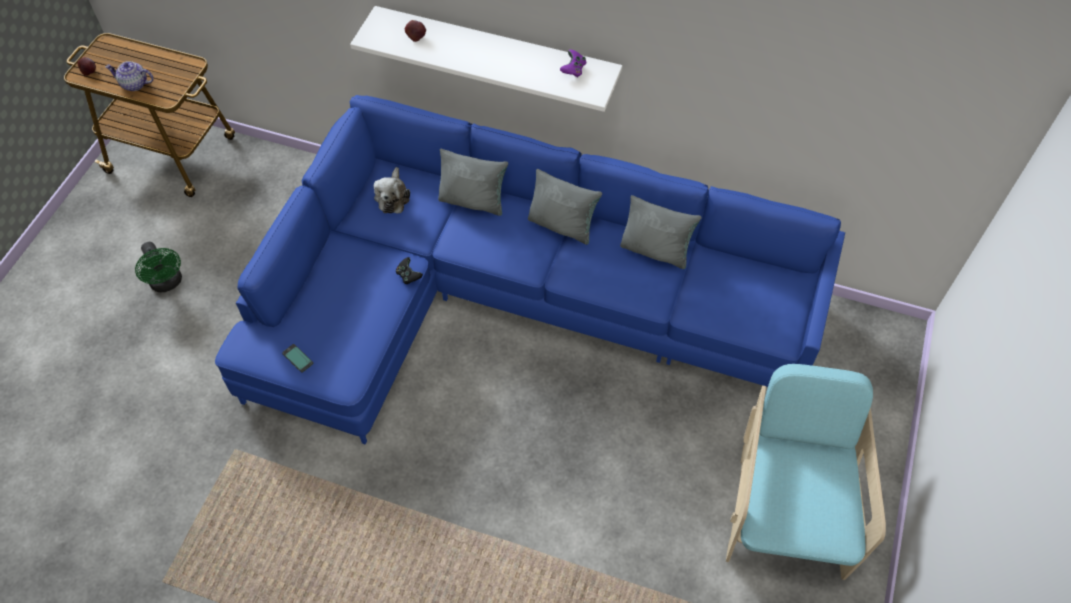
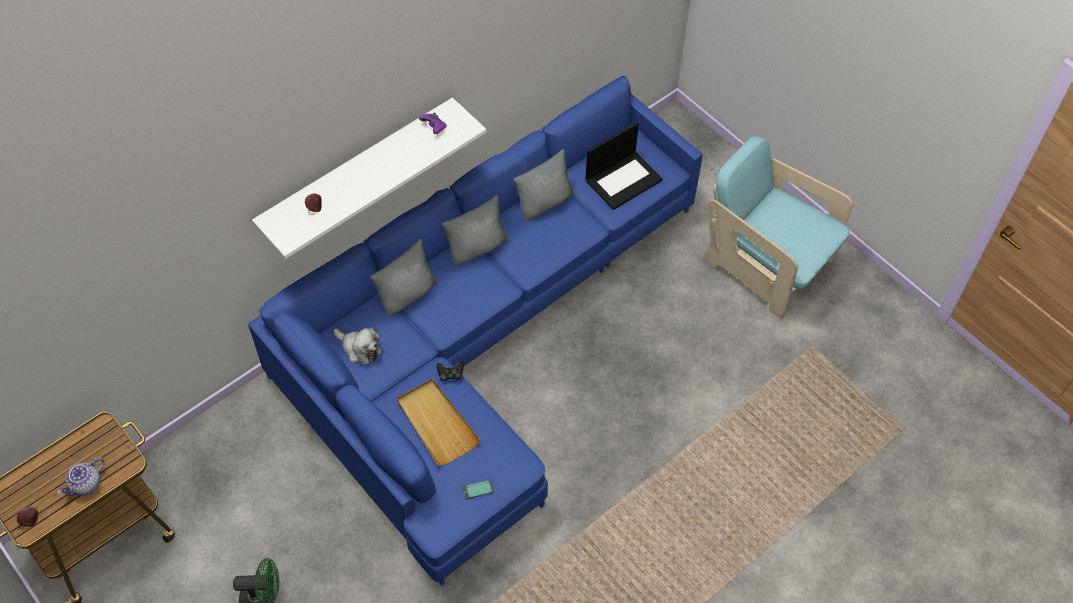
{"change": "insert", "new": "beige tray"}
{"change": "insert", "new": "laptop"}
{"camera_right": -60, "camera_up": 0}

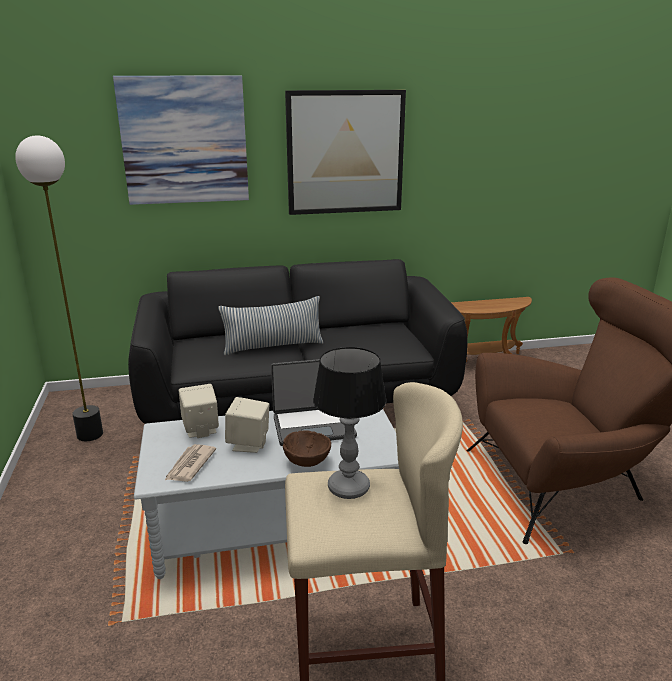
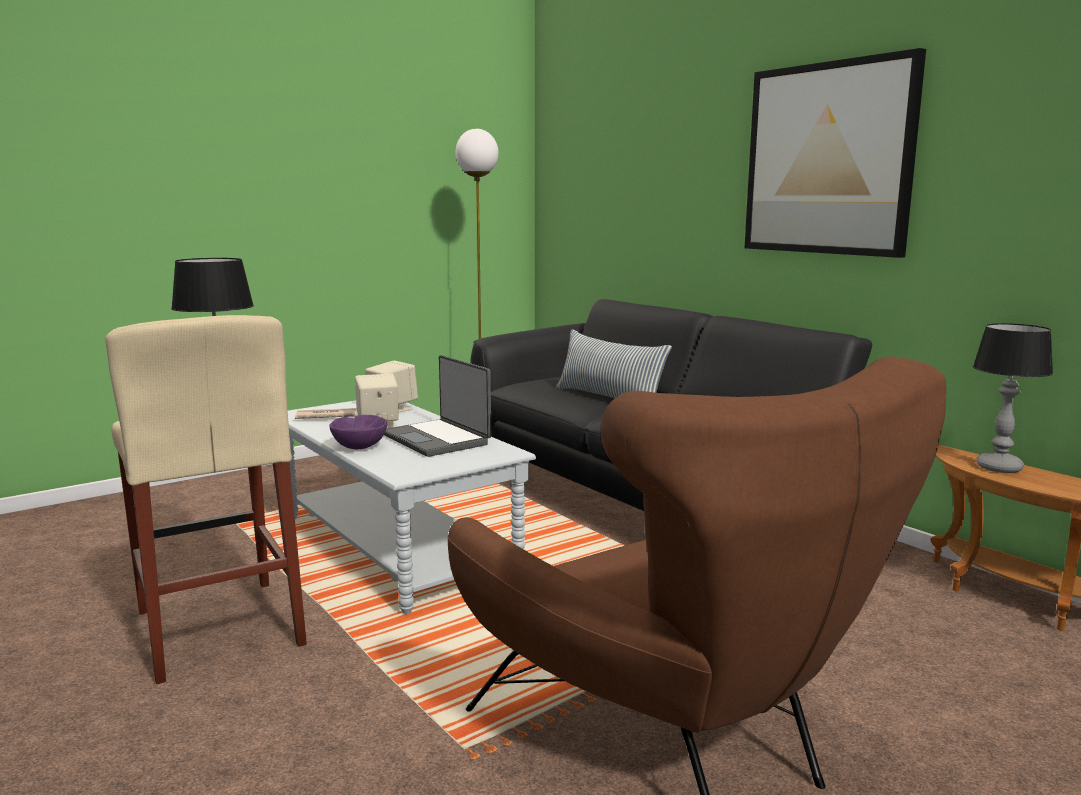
{"change": "delete", "old": "picture (1st from left)"}
{"change": "recolor", "old": "brown bowl", "new": "purple bowl"}
{"change": "insert", "new": "table lamp (2nd from left)"}
{"camera_right": 65, "camera_up": -10}

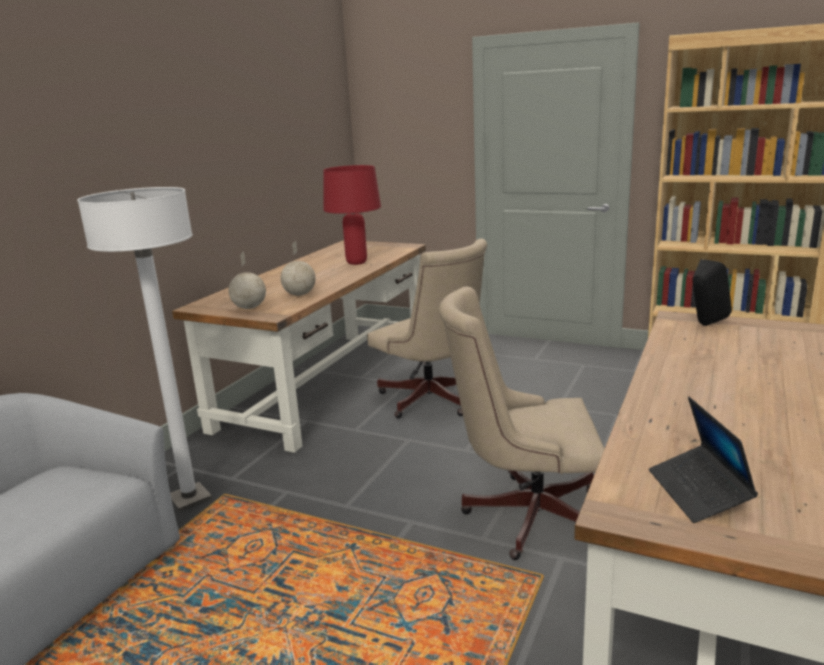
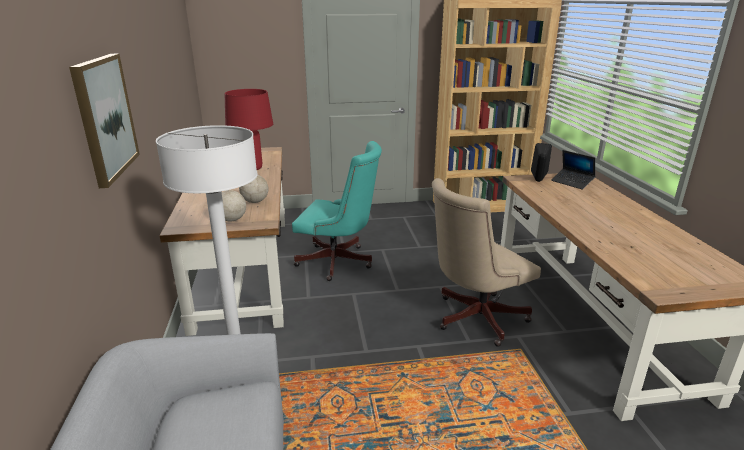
{"change": "recolor", "old": "beige office chair (1st from left)", "new": "turquoise office chair"}
{"change": "move", "old": "laptop"}
{"change": "insert", "new": "picture"}
{"camera_right": -35, "camera_up": 5}

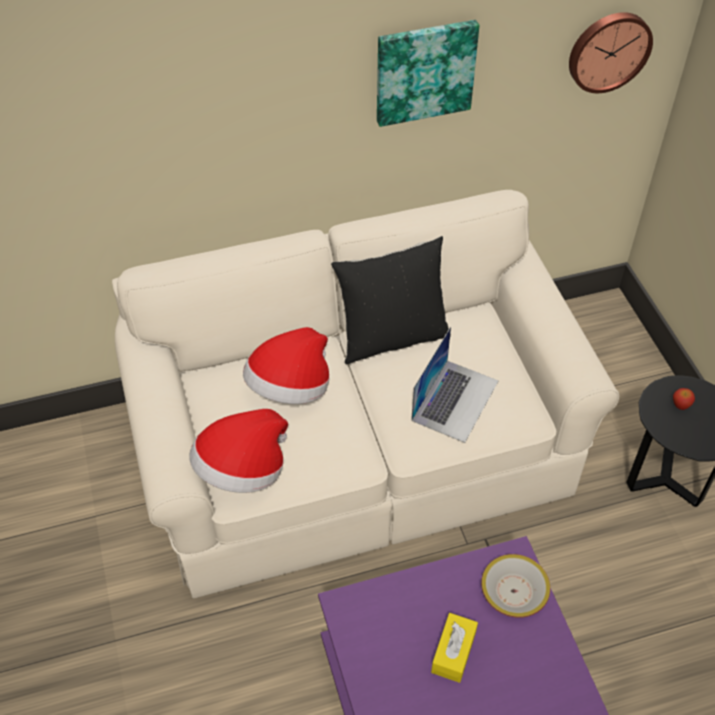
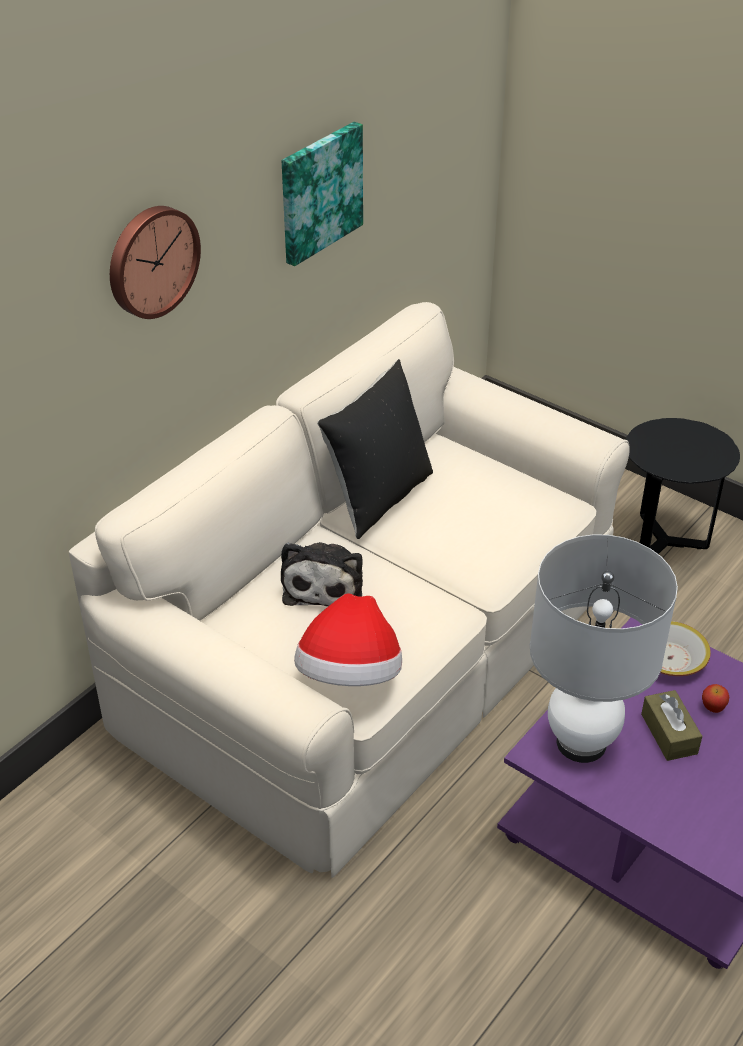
{"change": "replace", "old": "hat (2nd from left)", "new": "plush toy"}
{"change": "delete", "old": "laptop"}
{"change": "recolor", "old": "yellow tissue box", "new": "brown tissue box"}
{"change": "move", "old": "wall clock"}
{"change": "move", "old": "apple"}
{"change": "insert", "new": "white table lamp"}
{"camera_right": -35, "camera_up": -10}

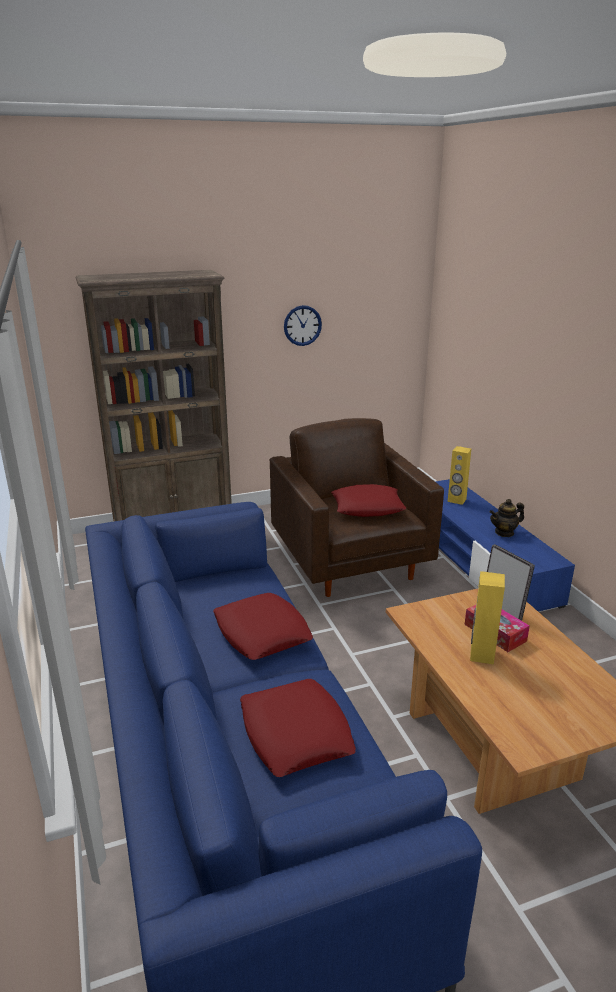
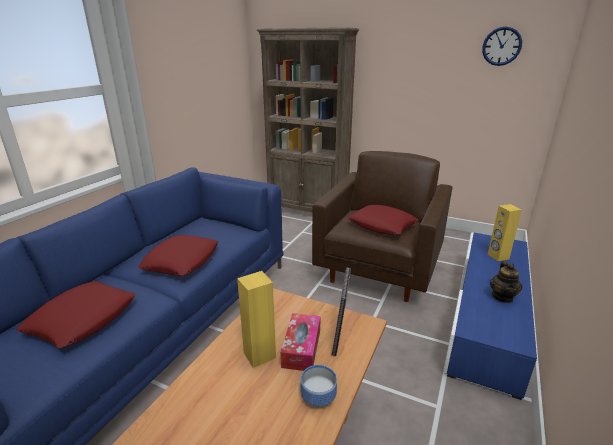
{"change": "move", "old": "wall clock"}
{"change": "rotate", "old": "teapot", "degrees": -105}
{"change": "insert", "new": "bowl"}
{"camera_right": 45, "camera_up": 0}

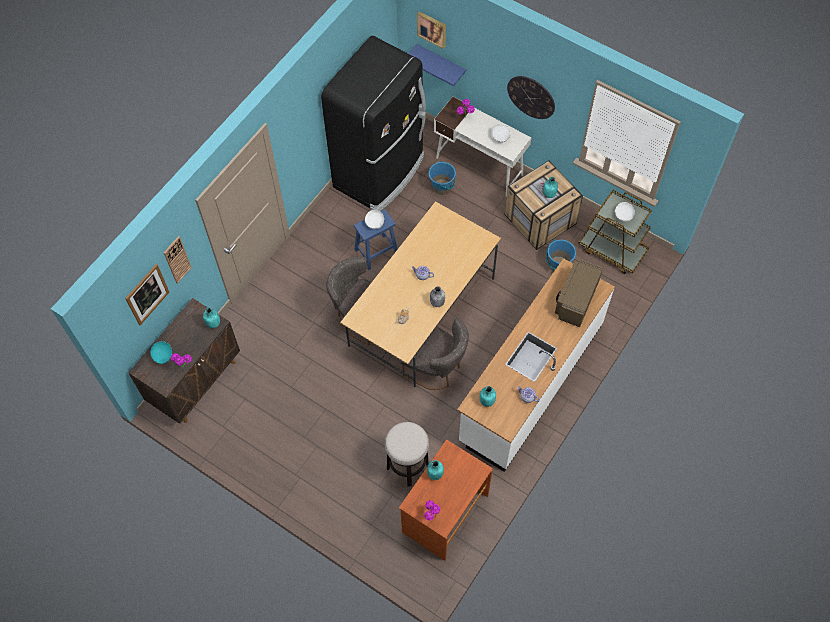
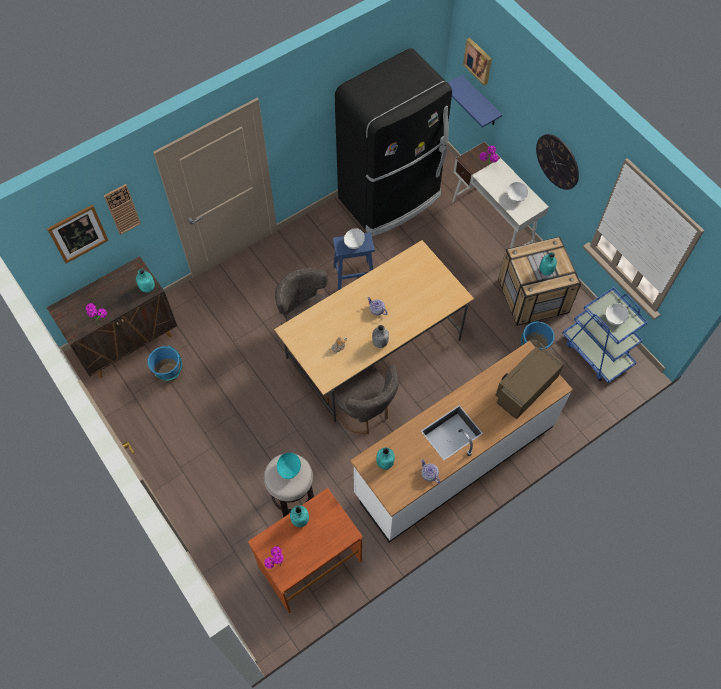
{"change": "move", "old": "turquoise bowl"}
{"change": "move", "old": "blue bucket (1st from left)"}
{"change": "recolor", "old": "brown cart", "new": "blue cart"}
{"camera_right": 20, "camera_up": 0}

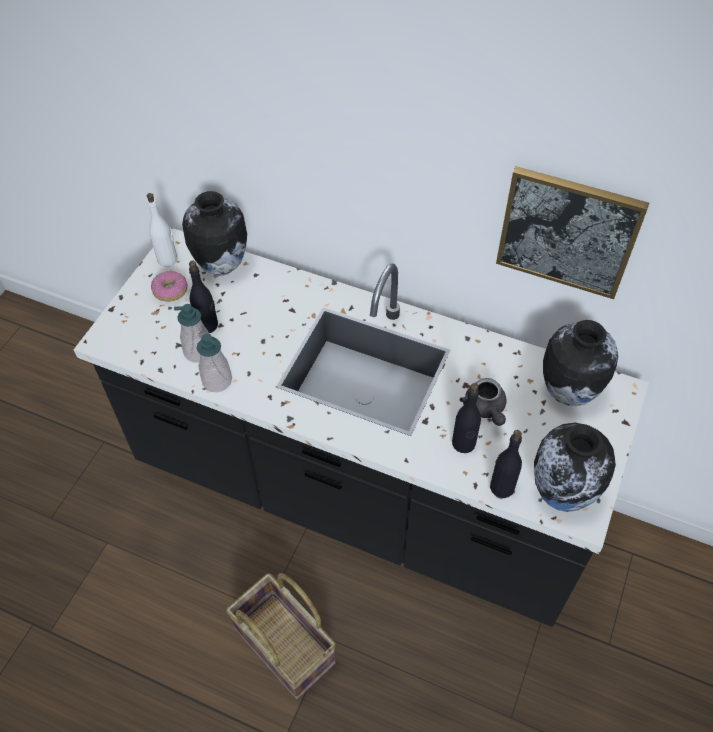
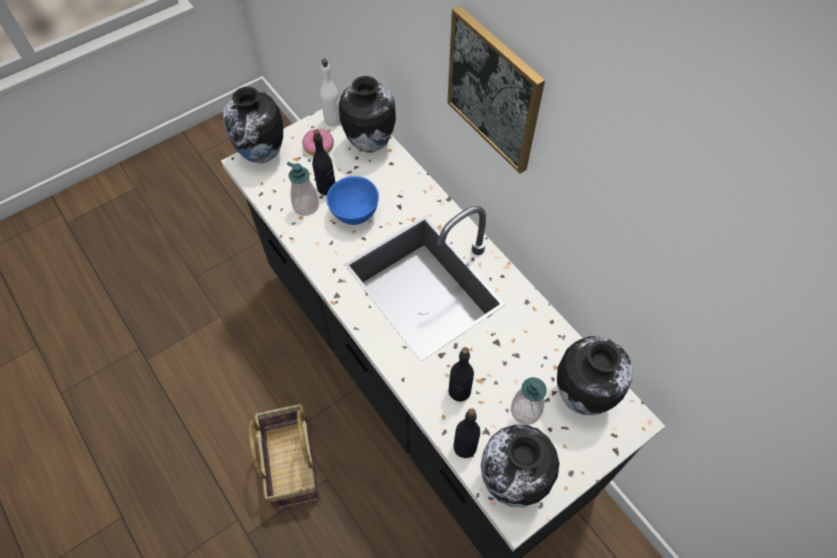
{"change": "move", "old": "soap dispenser (2nd from left)"}
{"change": "delete", "old": "grey teapot"}
{"change": "move", "old": "picture"}
{"change": "insert", "new": "vase (1st from left)"}
{"change": "insert", "new": "blue bowl"}
{"camera_right": 30, "camera_up": 5}

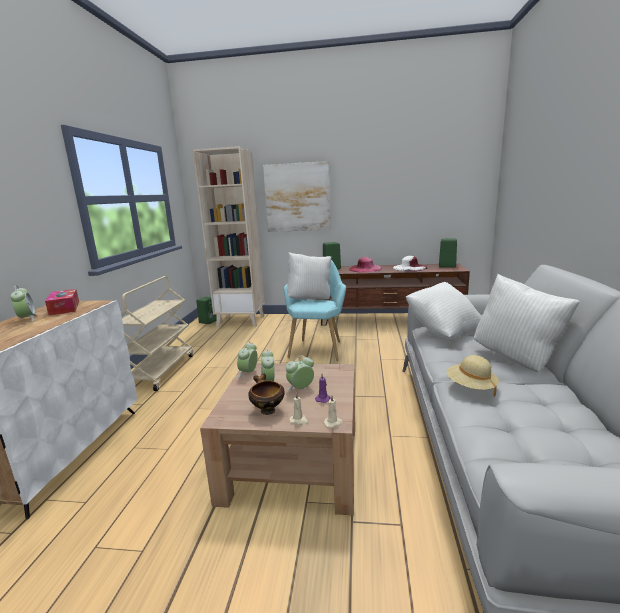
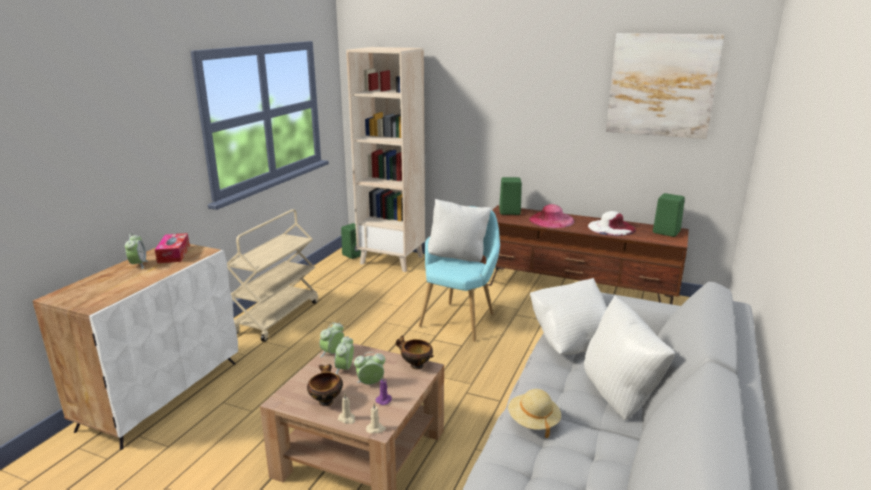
{"change": "move", "old": "picture"}
{"change": "insert", "new": "bowl (2nd from left)"}
{"camera_right": 15, "camera_up": 5}

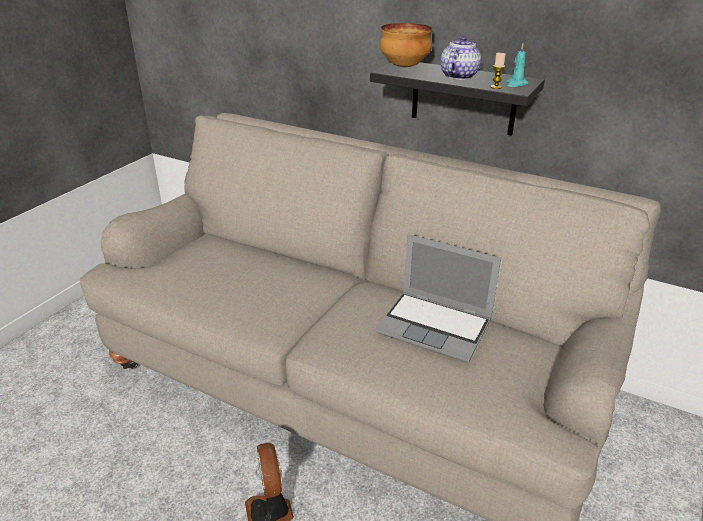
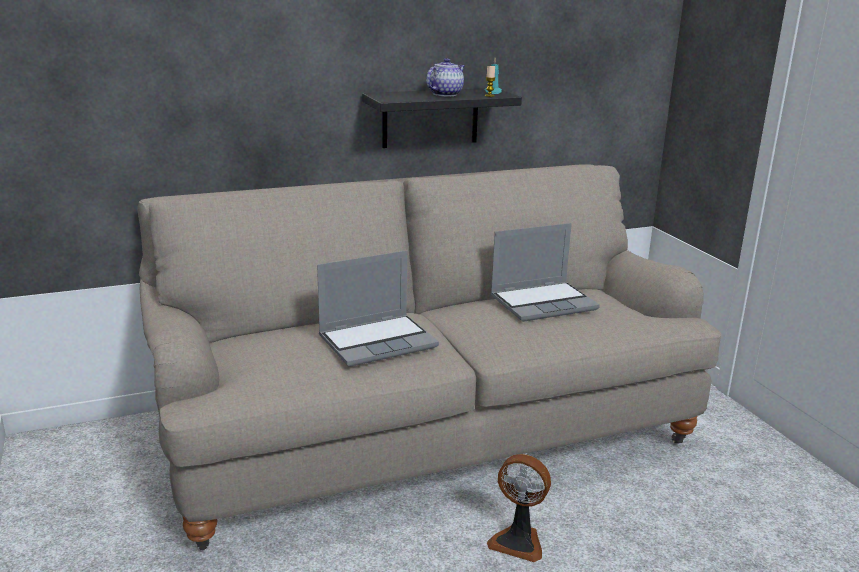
{"change": "delete", "old": "bowl"}
{"change": "rotate", "old": "teapot", "degrees": 60}
{"change": "insert", "new": "laptop (1st from left)"}
{"camera_right": -50, "camera_up": -10}

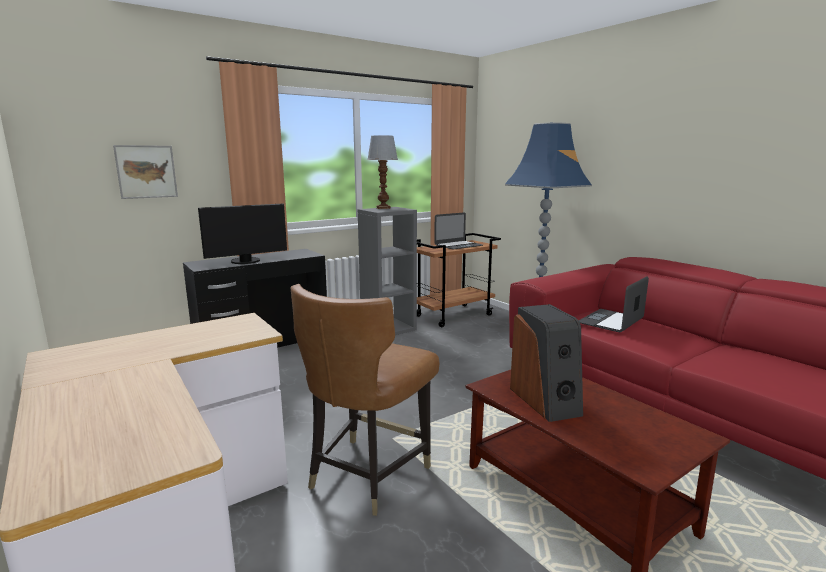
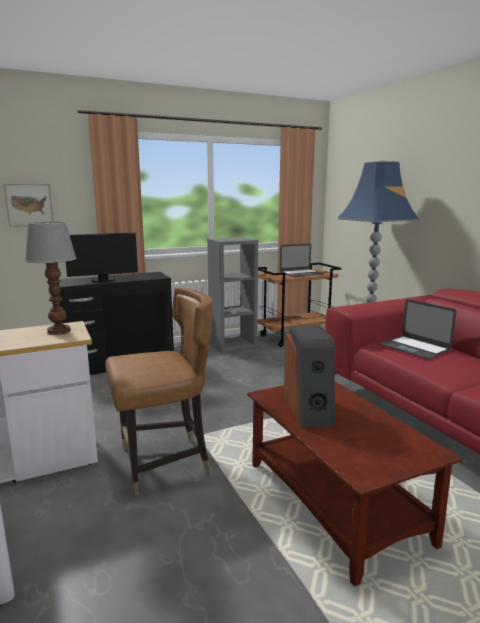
{"change": "rotate", "old": "brown chair", "degrees": -150}
{"change": "move", "old": "table lamp"}
{"change": "rotate", "old": "laptop (2nd from left)", "degrees": -90}
{"camera_right": 10, "camera_up": 0}

